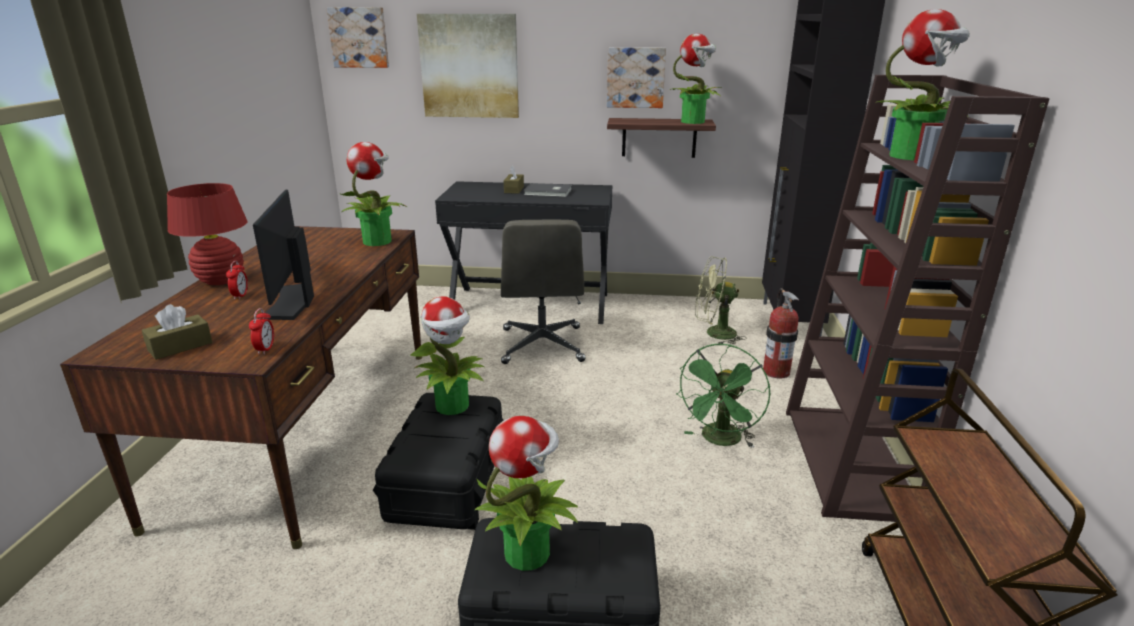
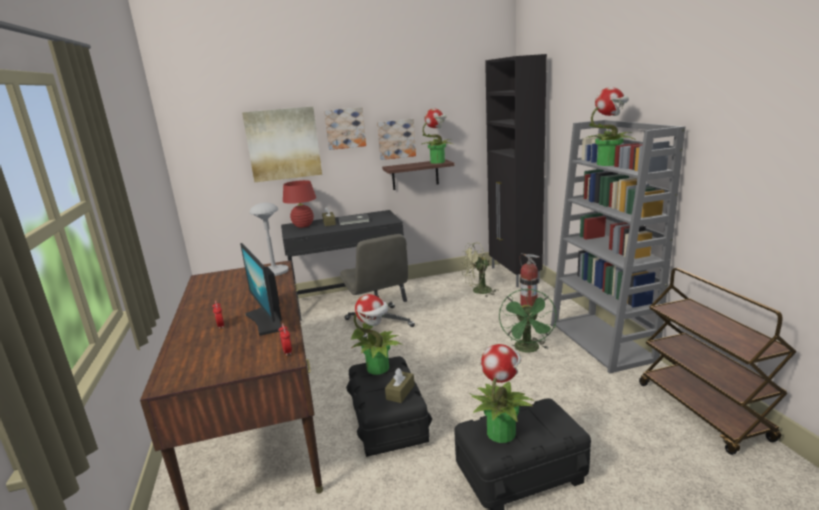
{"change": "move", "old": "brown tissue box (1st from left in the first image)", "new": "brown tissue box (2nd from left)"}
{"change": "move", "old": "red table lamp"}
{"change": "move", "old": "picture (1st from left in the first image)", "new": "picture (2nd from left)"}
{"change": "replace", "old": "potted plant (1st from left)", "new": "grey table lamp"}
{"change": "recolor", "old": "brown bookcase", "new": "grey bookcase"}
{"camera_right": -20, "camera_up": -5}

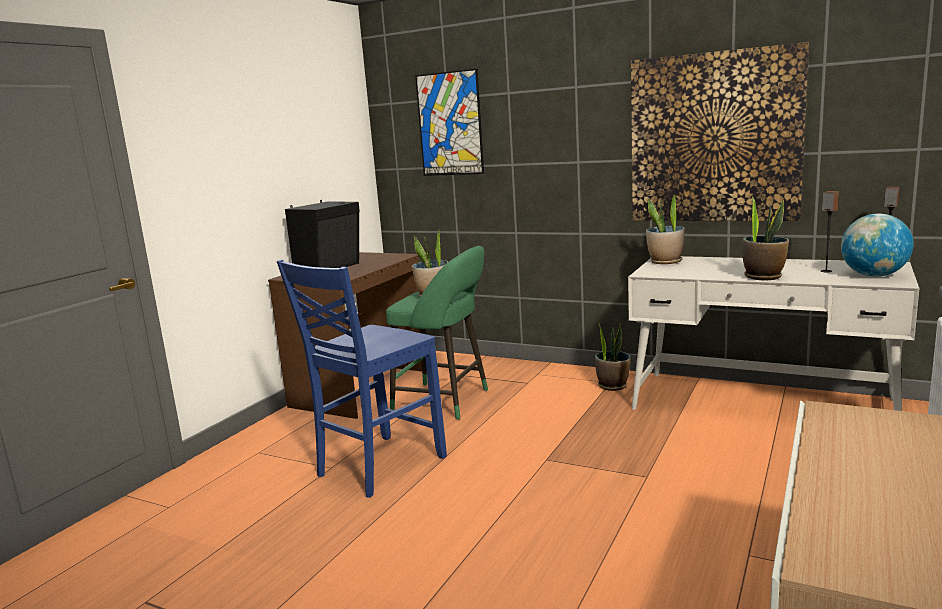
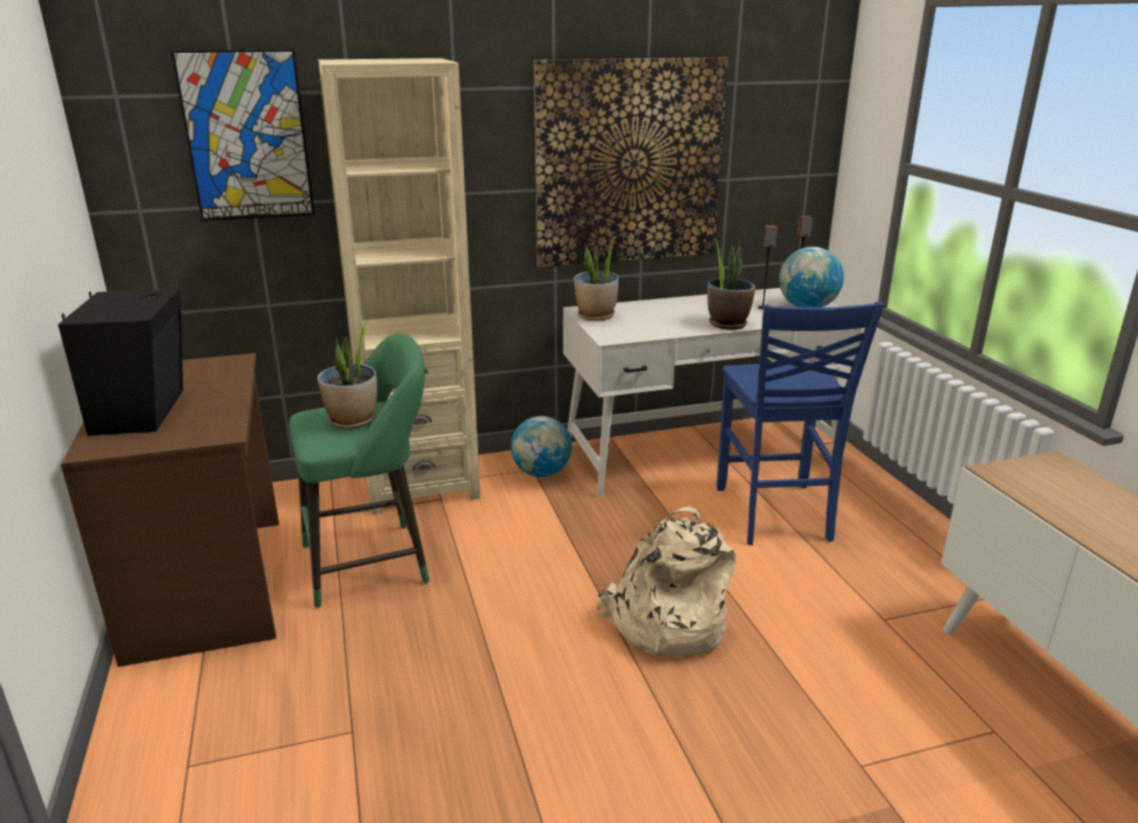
{"change": "move", "old": "blue chair"}
{"change": "replace", "old": "potted plant (2nd from left)", "new": "globe (1st from left)"}
{"change": "insert", "new": "beige bookcase"}
{"change": "insert", "new": "beige backpack"}
{"camera_right": -45, "camera_up": 10}

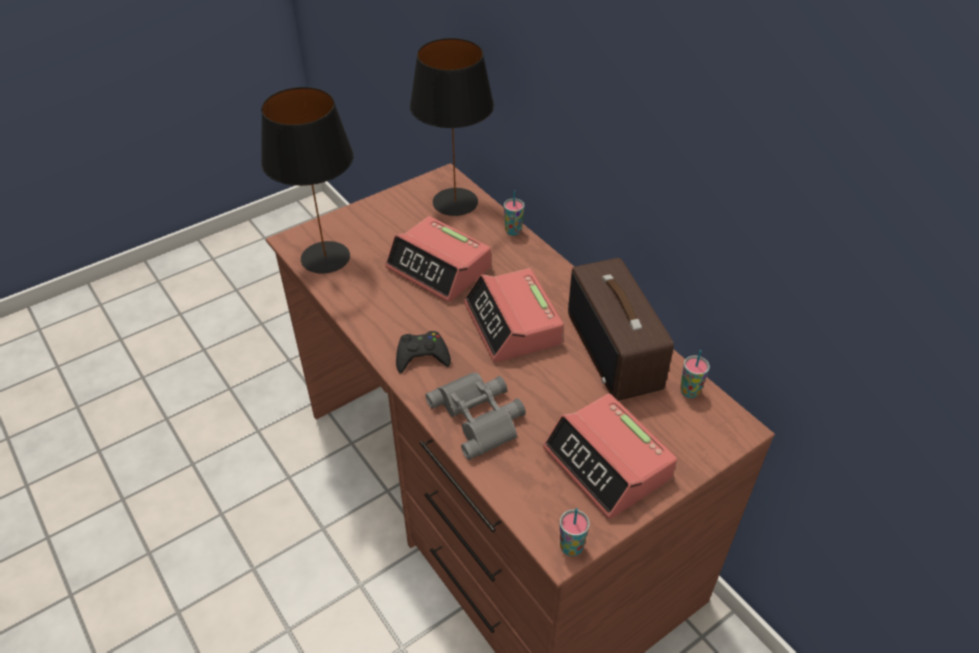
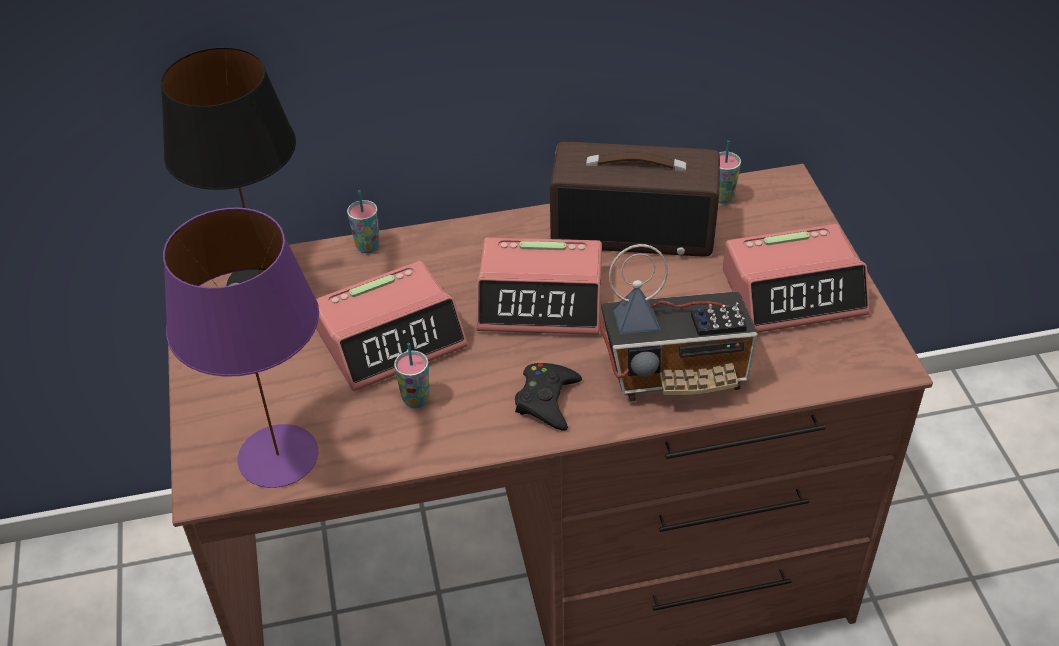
{"change": "recolor", "old": "black table lamp (1st from left)", "new": "purple table lamp"}
{"change": "replace", "old": "grey binoculars", "new": "radio (2nd from left)"}
{"change": "move", "old": "cup (2nd from left)"}
{"camera_right": -65, "camera_up": 0}

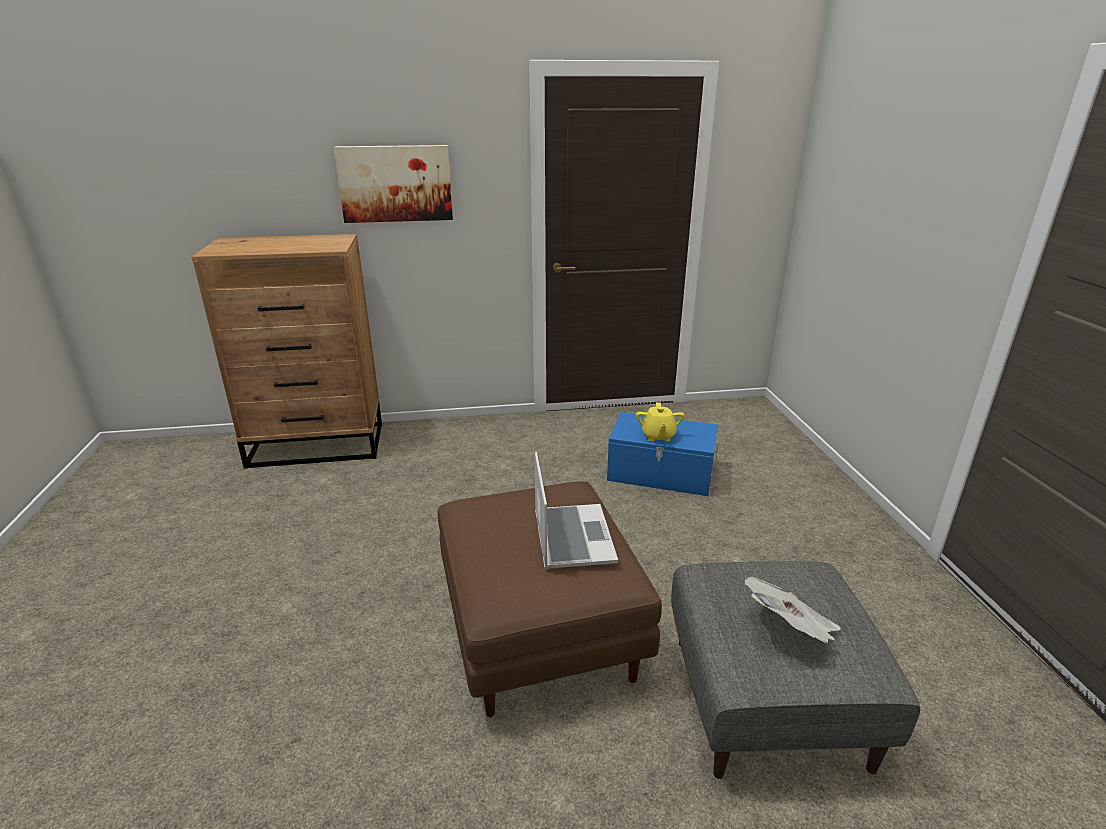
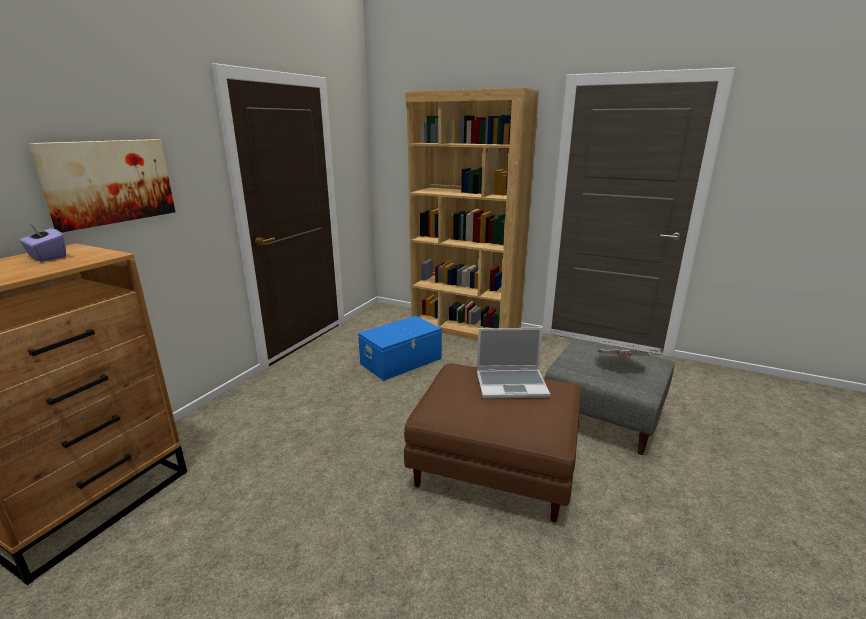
{"change": "rotate", "old": "laptop", "degrees": 150}
{"change": "delete", "old": "yellow teapot"}
{"change": "insert", "new": "purple tissue box"}
{"change": "insert", "new": "brown bookcase"}
{"camera_right": -55, "camera_up": -5}

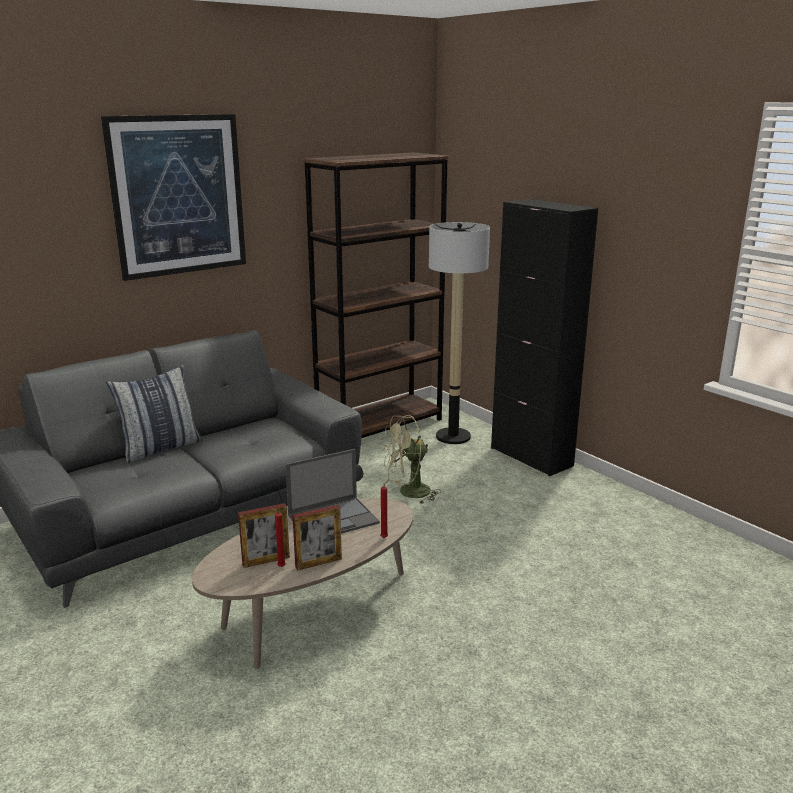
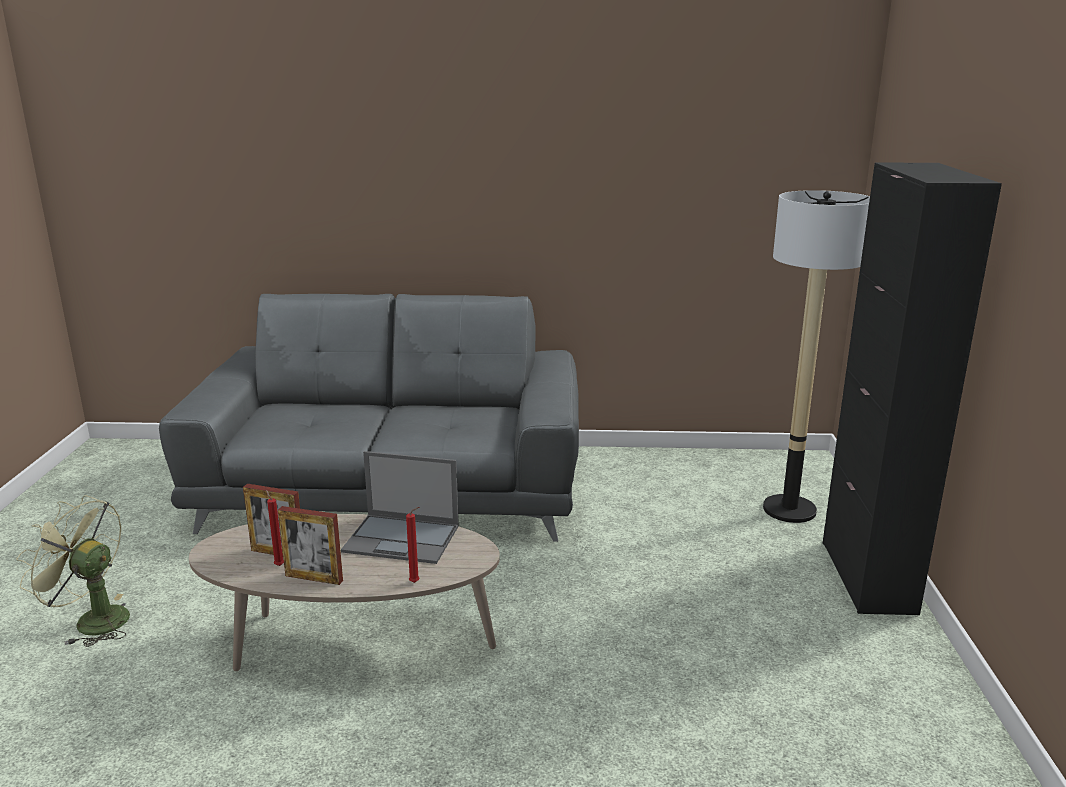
{"change": "delete", "old": "picture"}
{"change": "delete", "old": "pillow"}
{"change": "delete", "old": "brown bookcase"}
{"change": "move", "old": "green fan"}
{"camera_right": 40, "camera_up": 0}

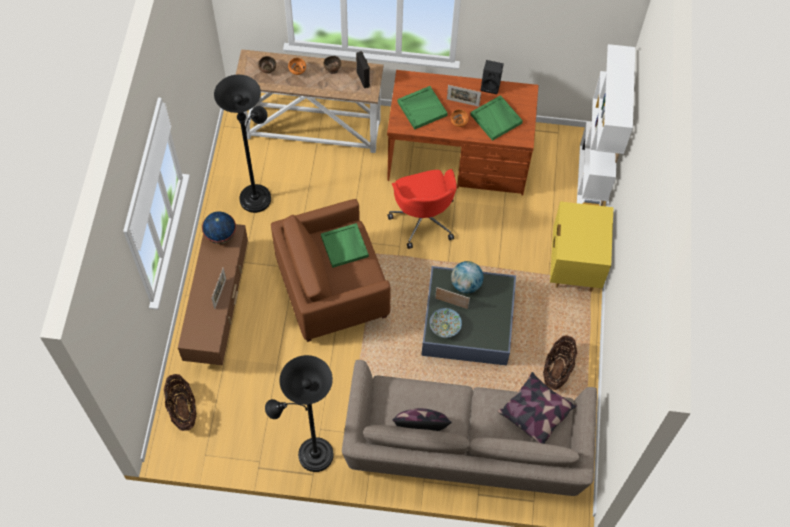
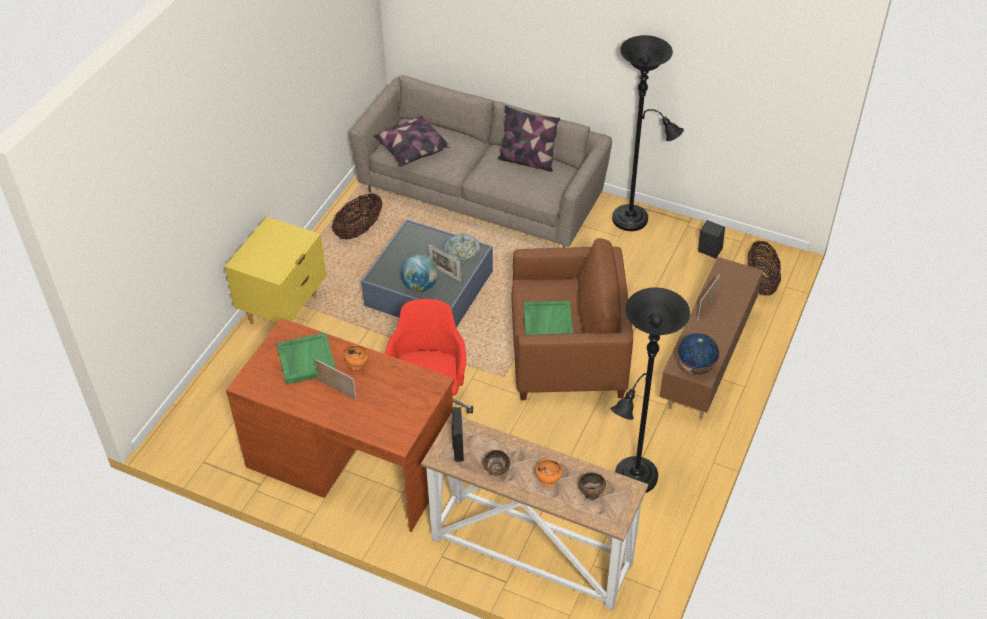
{"change": "delete", "old": "green tray (2nd from left)"}
{"change": "move", "old": "black speaker (2nd from left)"}
{"change": "delete", "old": "white bookcase"}
{"camera_right": -160, "camera_up": -15}

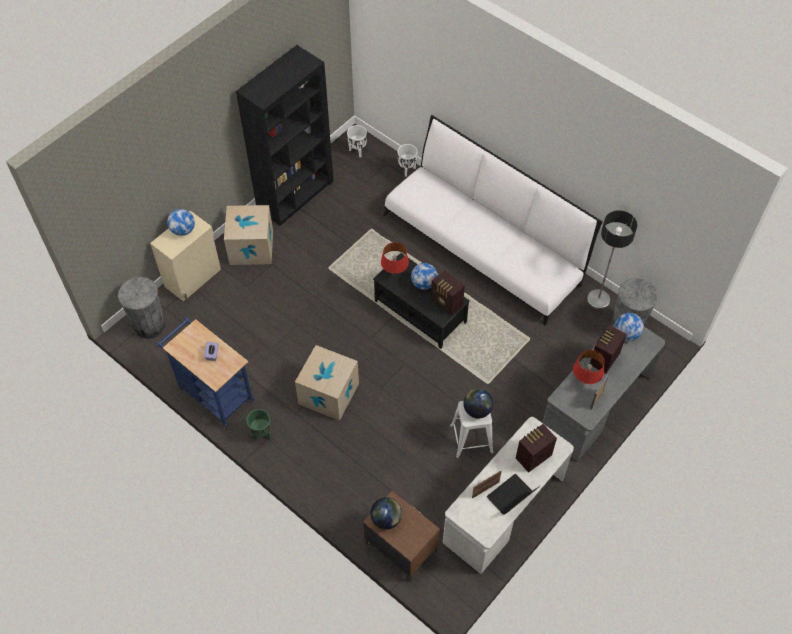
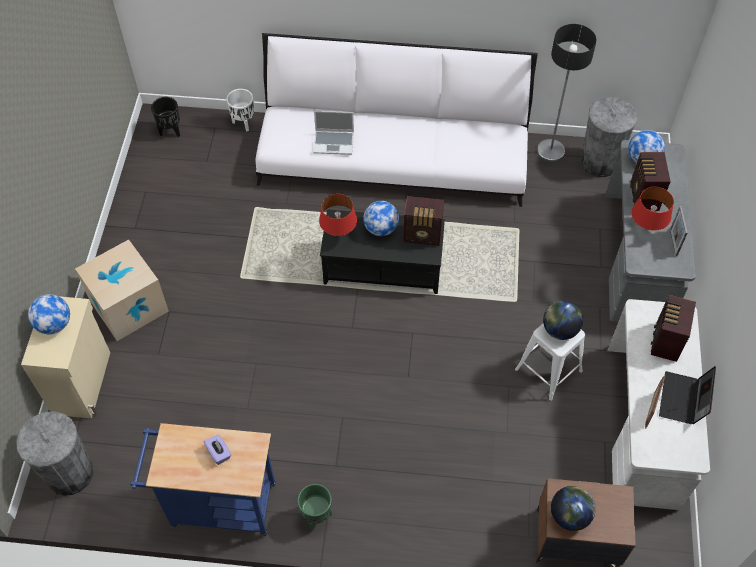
{"change": "delete", "old": "black bookcase"}
{"change": "delete", "old": "cardboard box (2nd from left)"}
{"change": "recolor", "old": "white planter (1st from left)", "new": "black planter"}
{"change": "insert", "new": "laptop (1st from left)"}
{"camera_right": -35, "camera_up": 0}

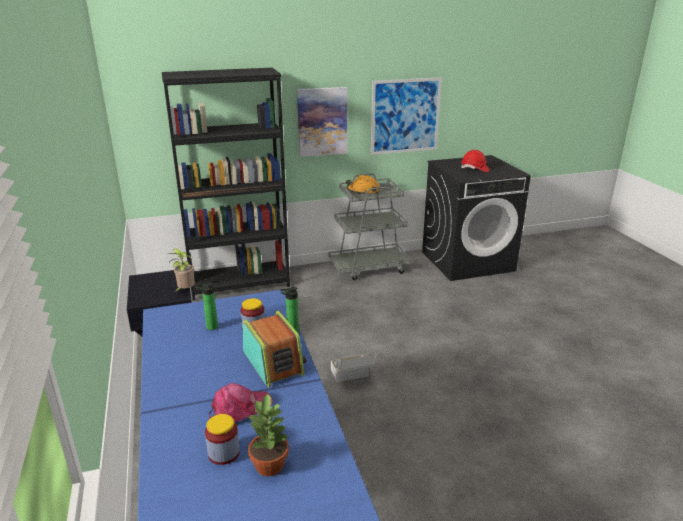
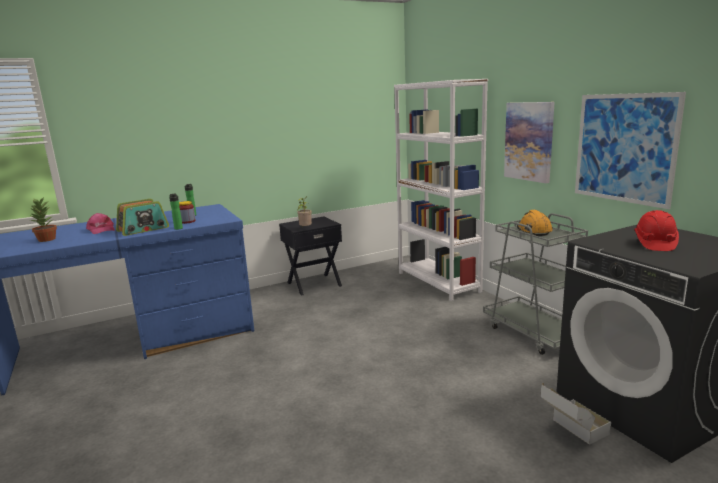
{"change": "recolor", "old": "black bookcase", "new": "white bookcase"}
{"change": "delete", "old": "jar (1st from left)"}
{"change": "move", "old": "cardboard box"}
{"camera_right": 80, "camera_up": -10}

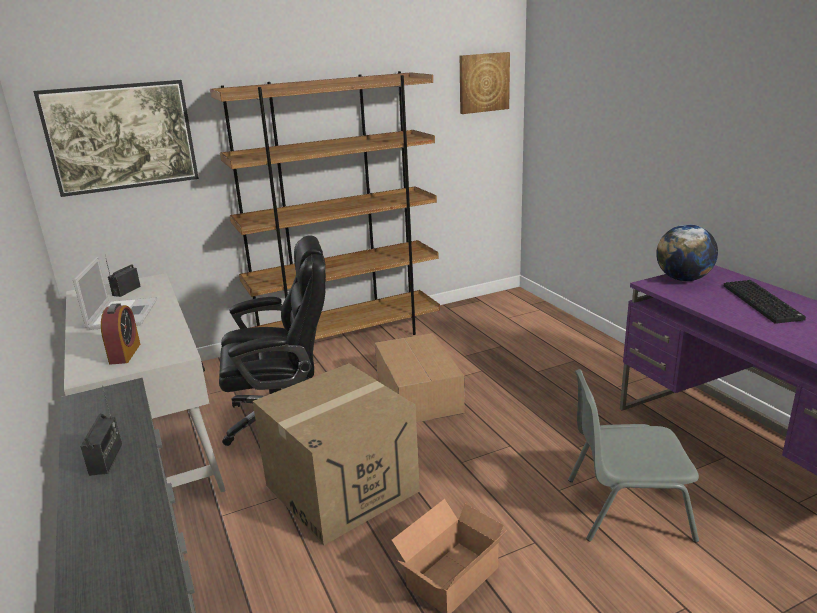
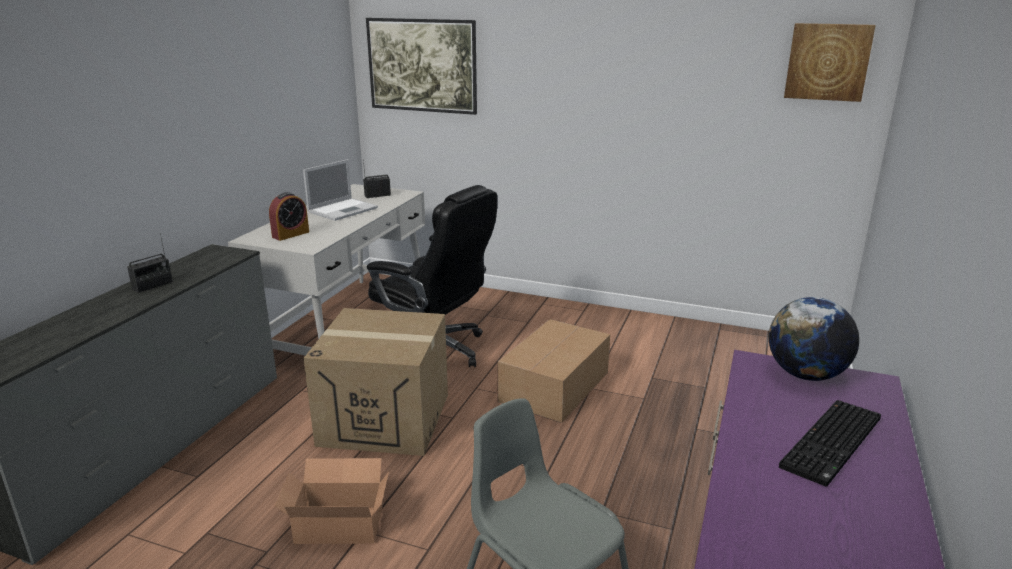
{"change": "delete", "old": "brown bookcase"}
{"camera_right": 45, "camera_up": 0}

